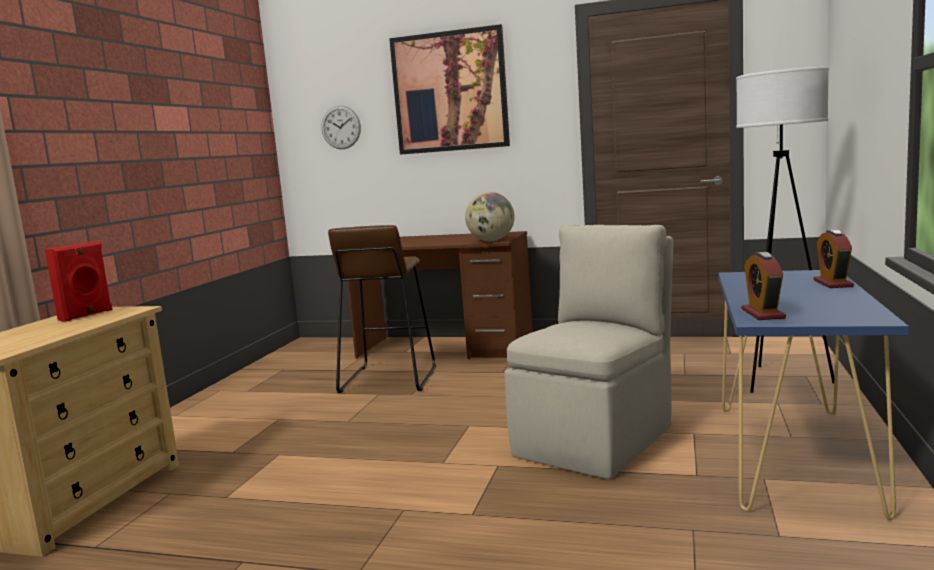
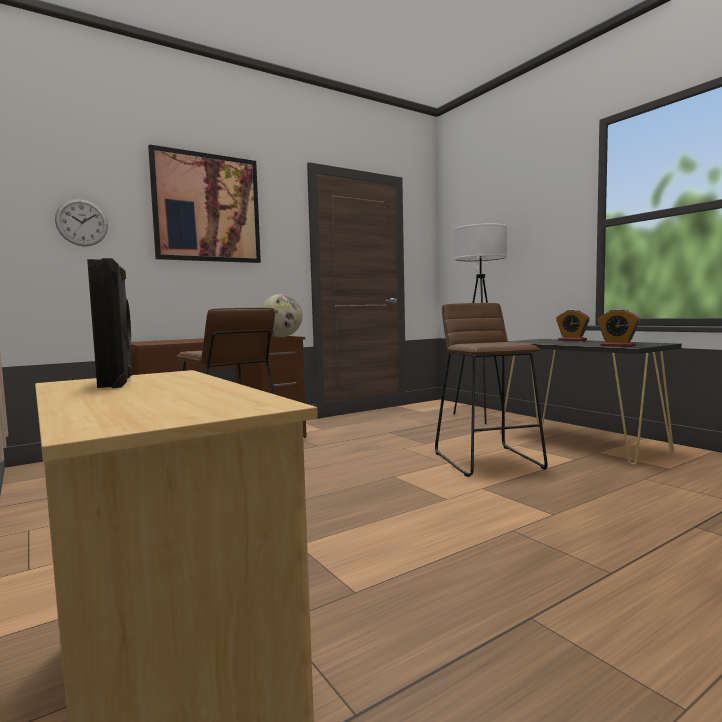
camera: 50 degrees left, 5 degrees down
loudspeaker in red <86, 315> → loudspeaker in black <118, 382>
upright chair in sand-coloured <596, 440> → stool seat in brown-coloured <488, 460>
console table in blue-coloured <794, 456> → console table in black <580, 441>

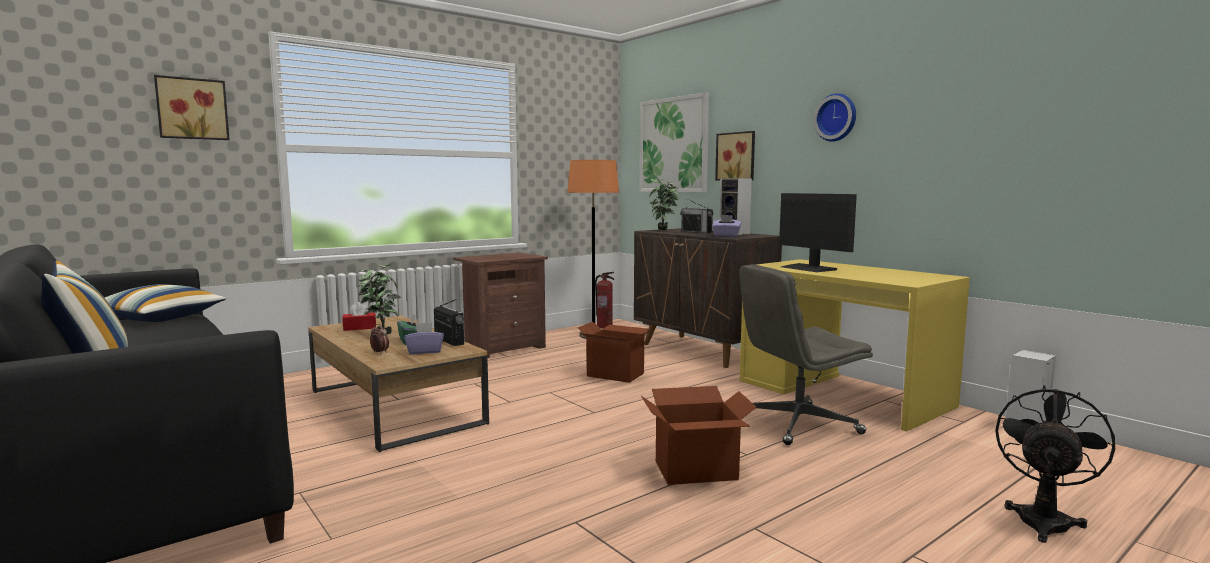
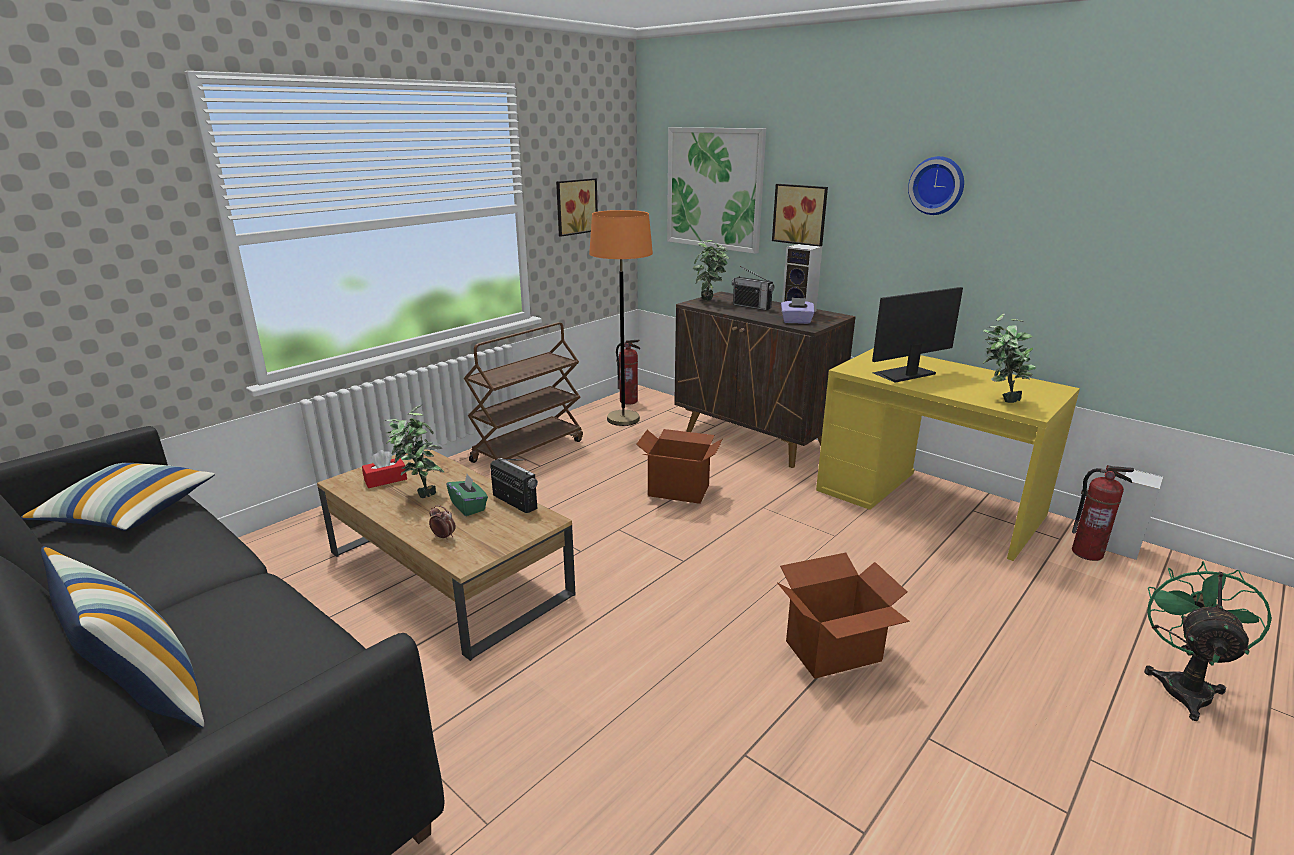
camera: 10 degrees left, 15 degrees up
picture <192, 109> → picture <575, 206>, moved
tissue box in purple <424, 351> → -
nightstand in brown-coloured <503, 348> → wheeled cart in brown-coloured <528, 450>
desk chair in grey <797, 424> → -
computer screen <809, 268> → computer screen <904, 374>, 105 degrees clockwise
fan in black <1044, 519> → fan in green-coloured <1184, 685>
- → potted plant <999, 399>
- → fire-fighting cylinder <1087, 553>

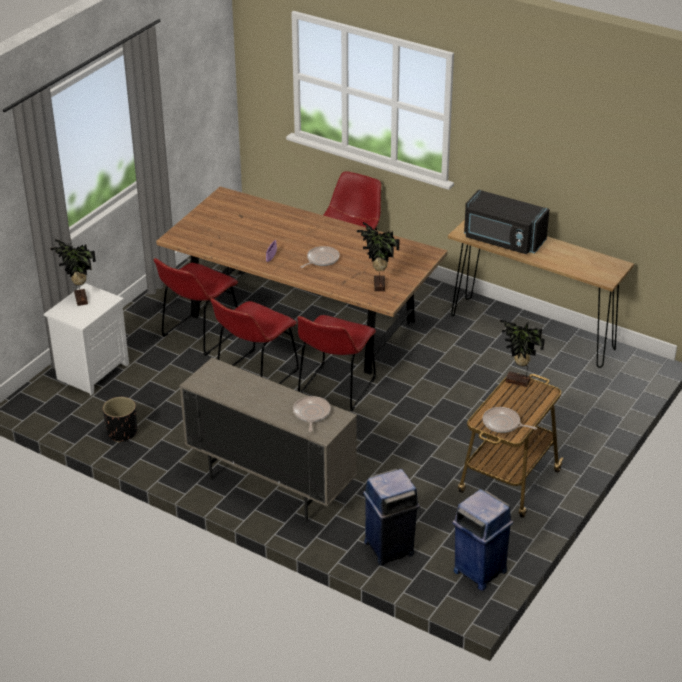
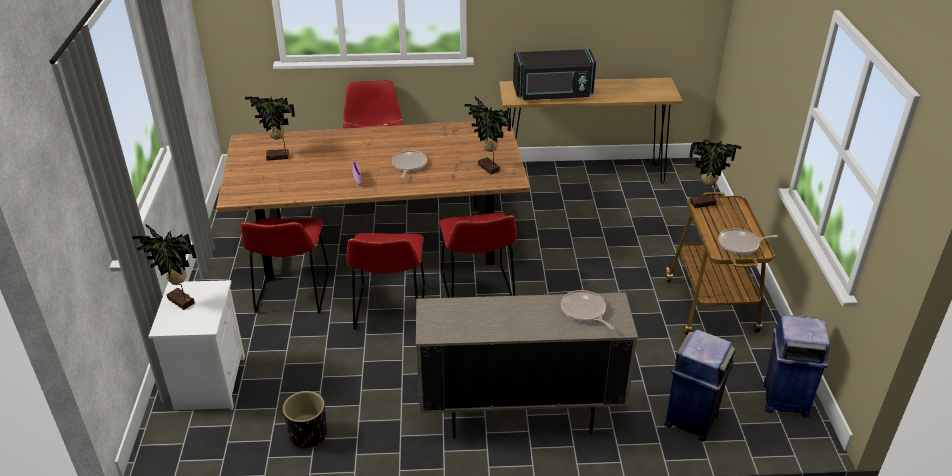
camera: 35 degrees left, 0 degrees up
- → potted plant <278, 158>

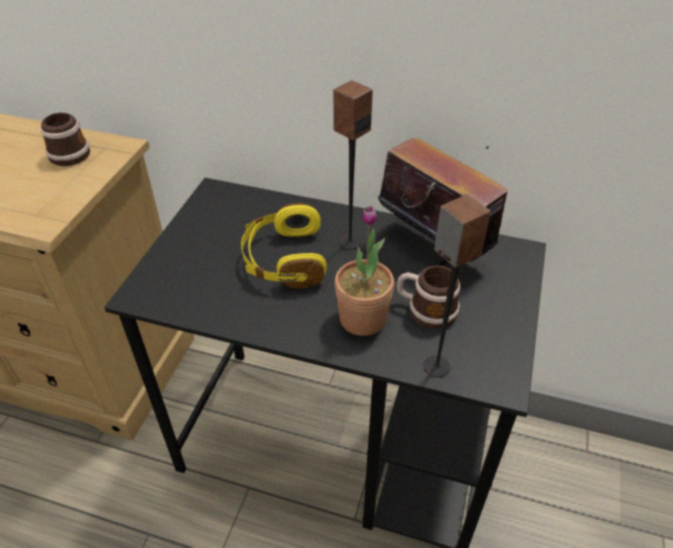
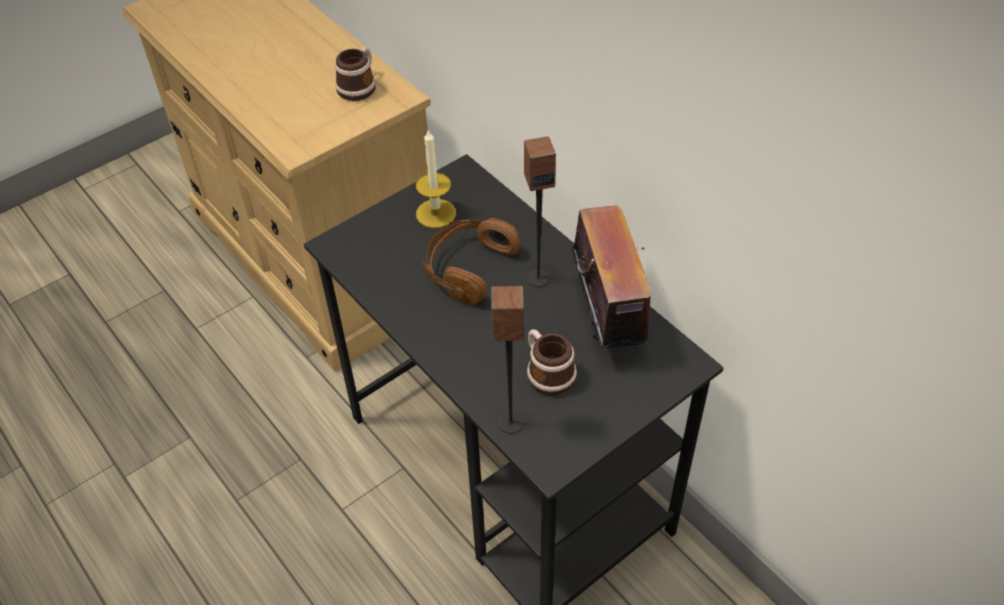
camera: 35 degrees right, 5 degrees up
headphones in yellowish <283, 260> → headphones in brown-coloured <468, 268>
potted plant <362, 319> → -
- → wax candle <436, 213>

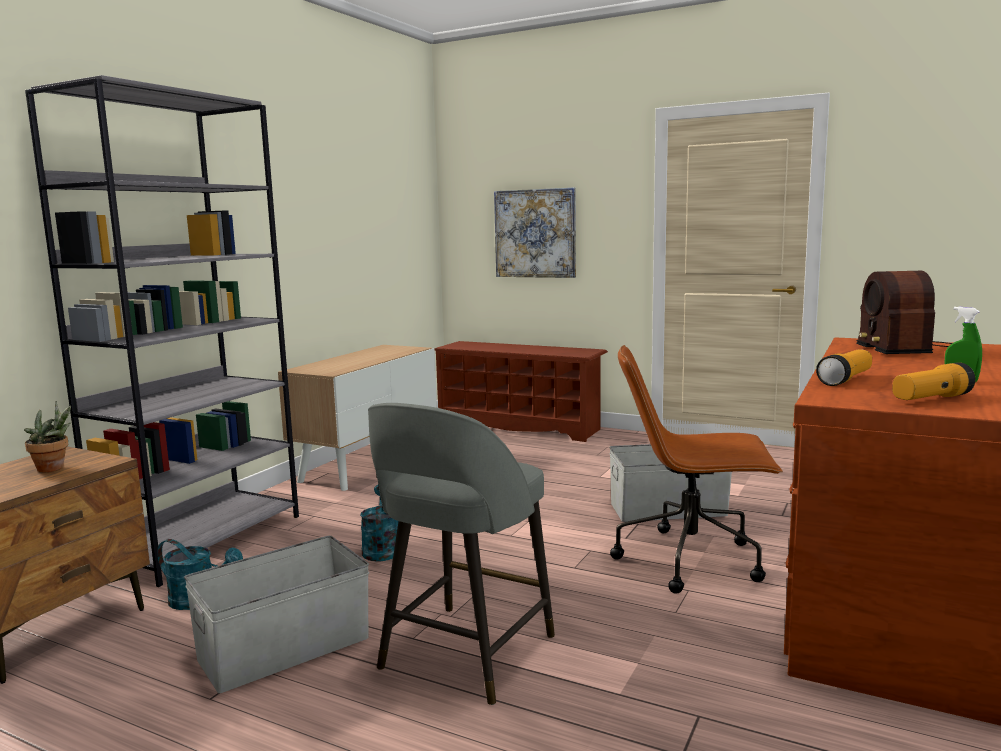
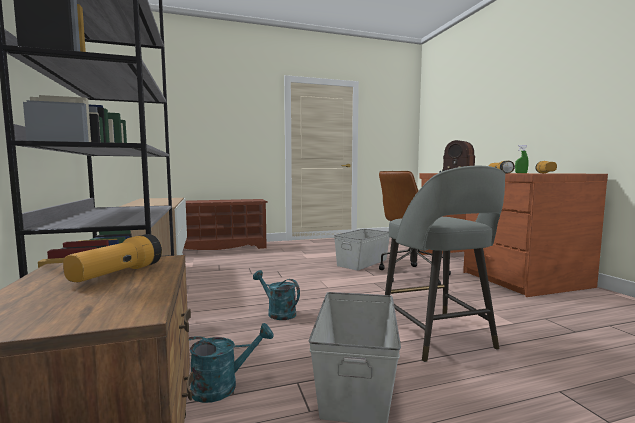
camera: 45 degrees left, 5 degrees down
potted plant <54, 468> → torch <117, 274>
picture <535, 233> → -

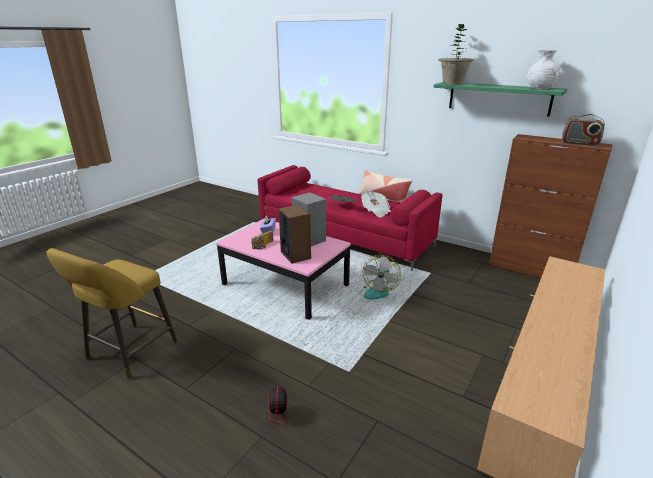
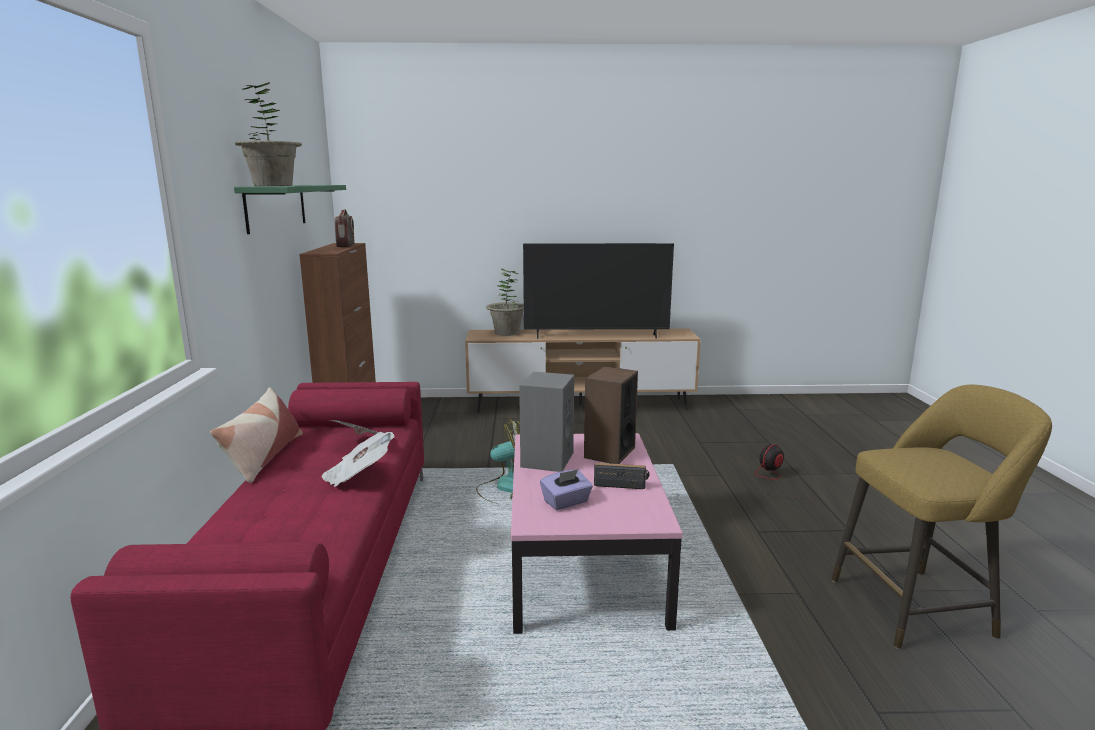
camera: 125 degrees left, 10 degrees down
decorative vase in whitish <539, 88> → -
- → potted plant <507, 333>
- → television <596, 336>

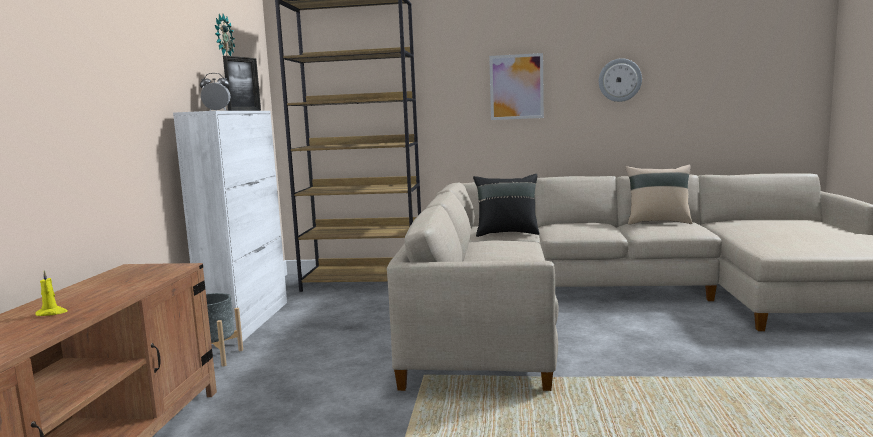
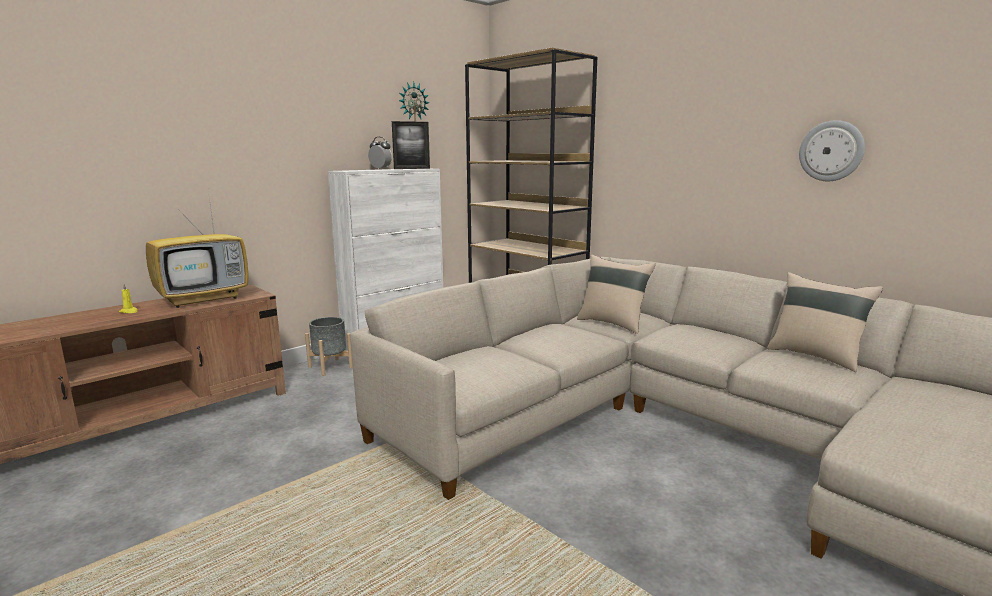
camera: 40 degrees right, 5 degrees up
cushion in black <507, 233> → cushion in sand-coloured <613, 323>
picture <516, 87> → -
- → television <205, 299>

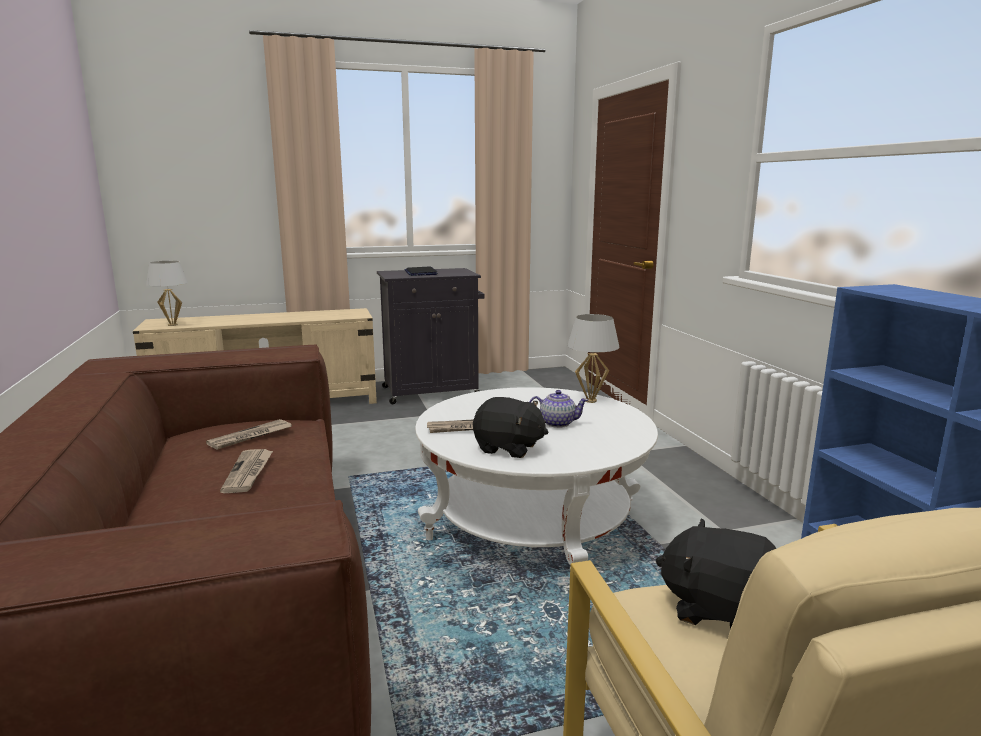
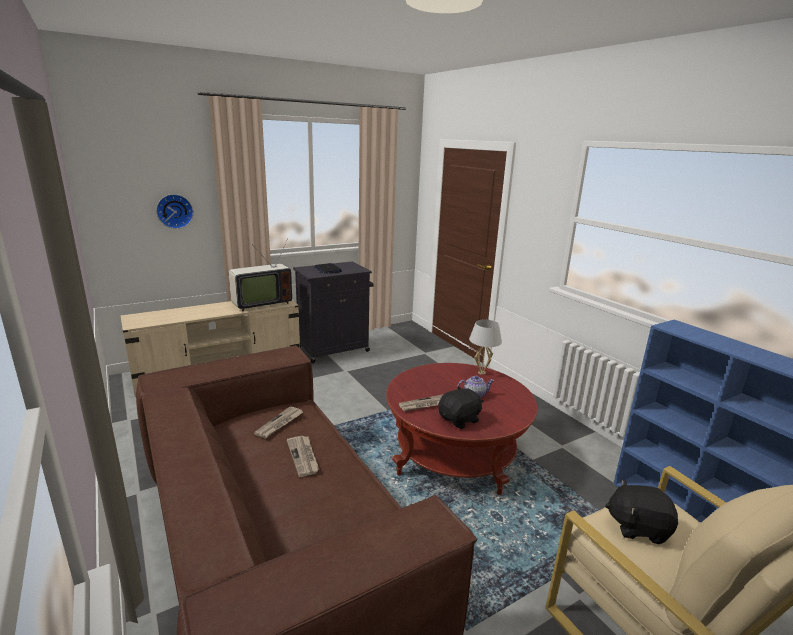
camera: 15 degrees left, 5 degrees up
table lamp in whitish <172, 325> → -
low table in whitish <532, 523> → low table in red <455, 454>
plush toy in black <508, 448> → plush toy in black <459, 420>, 45 degrees counterclockwise
- → clock on the wall <174, 211>
- → television <260, 303>

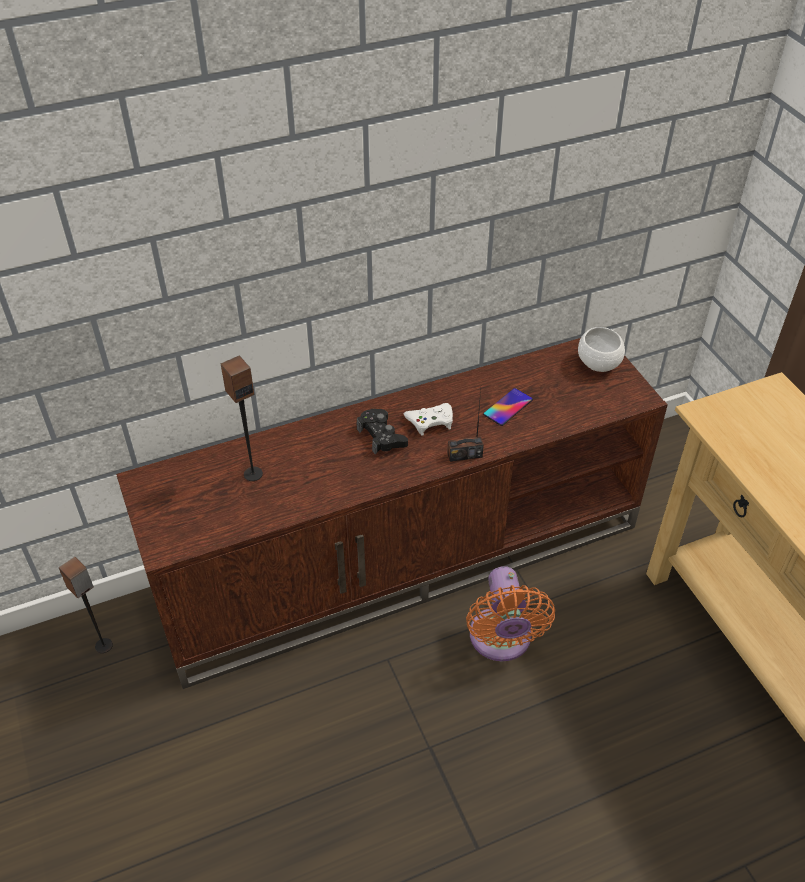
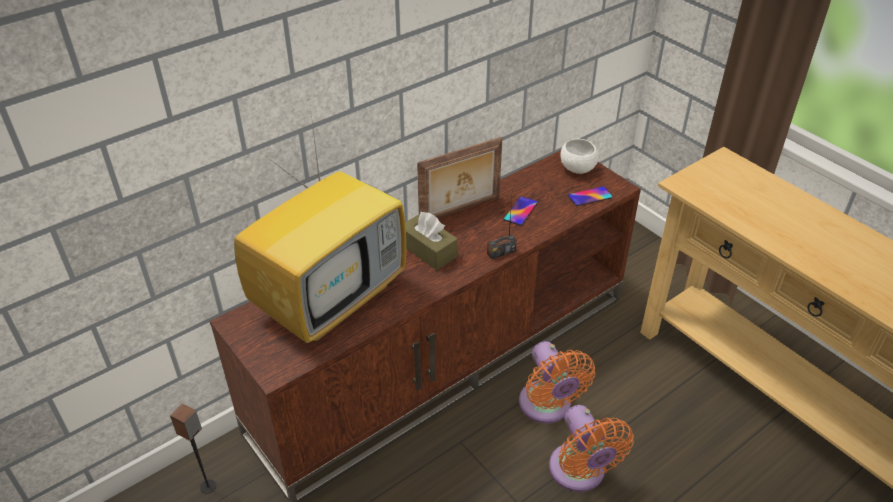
camera: 15 degrees left, 5 degrees down
loudspeaker <253, 473> → television <331, 298>
gamepad in black <381, 436> → tissue box in brown-coloured <428, 250>
gamepad in whitish <430, 421> → -
- → standing frame <460, 211>
- → fan in orange <579, 473>
- → telephone <590, 196>

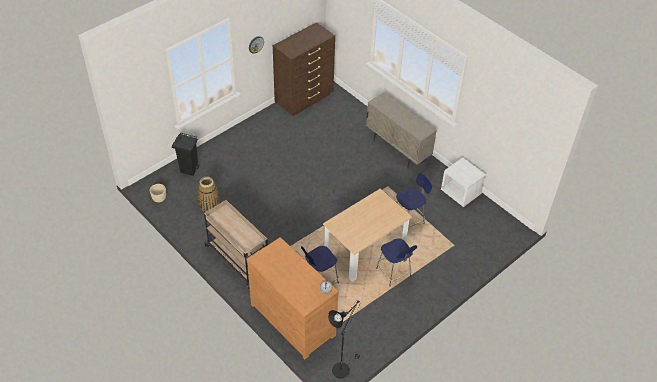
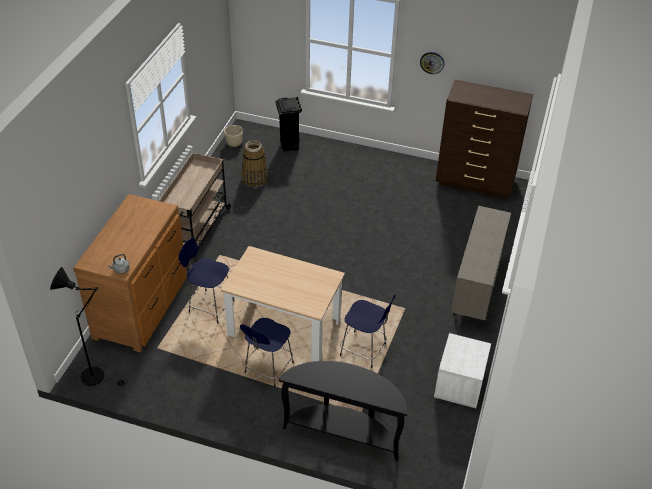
camera: 60 degrees right, 5 degrees down
- → console table in black <344, 431>

